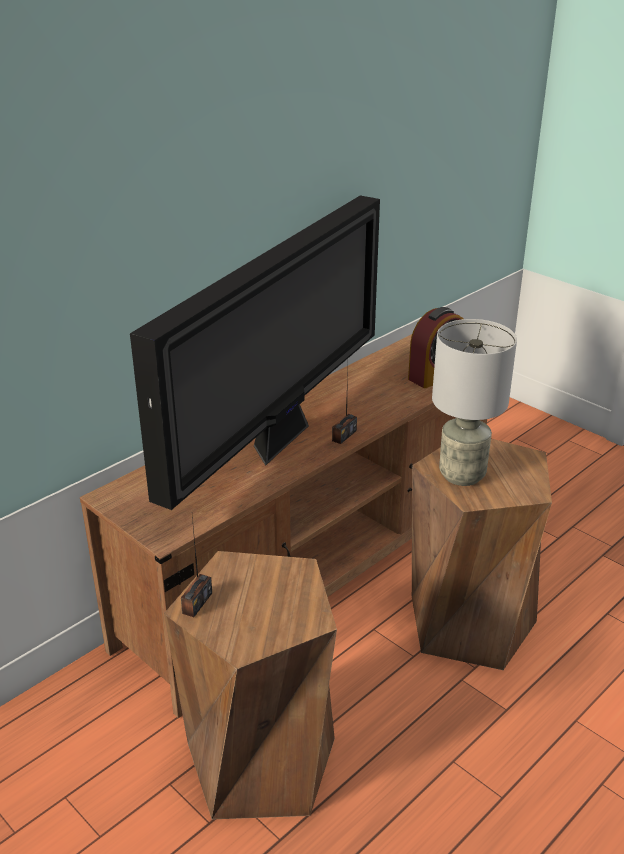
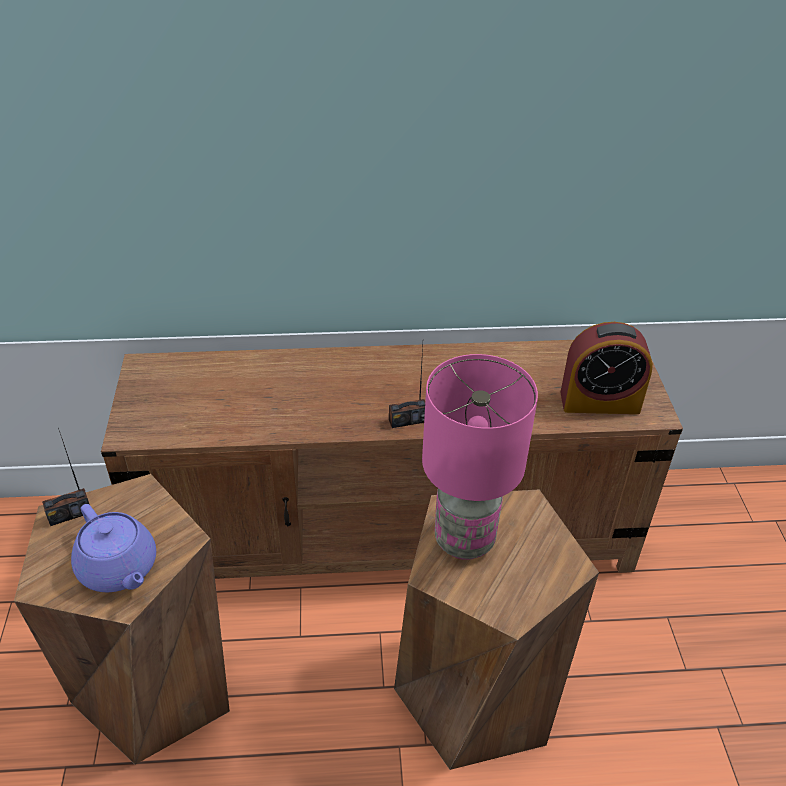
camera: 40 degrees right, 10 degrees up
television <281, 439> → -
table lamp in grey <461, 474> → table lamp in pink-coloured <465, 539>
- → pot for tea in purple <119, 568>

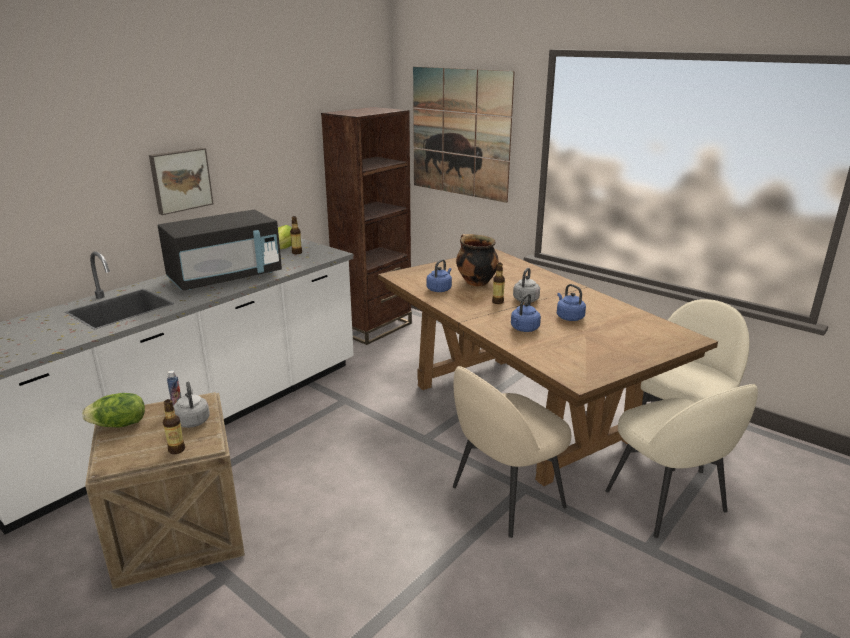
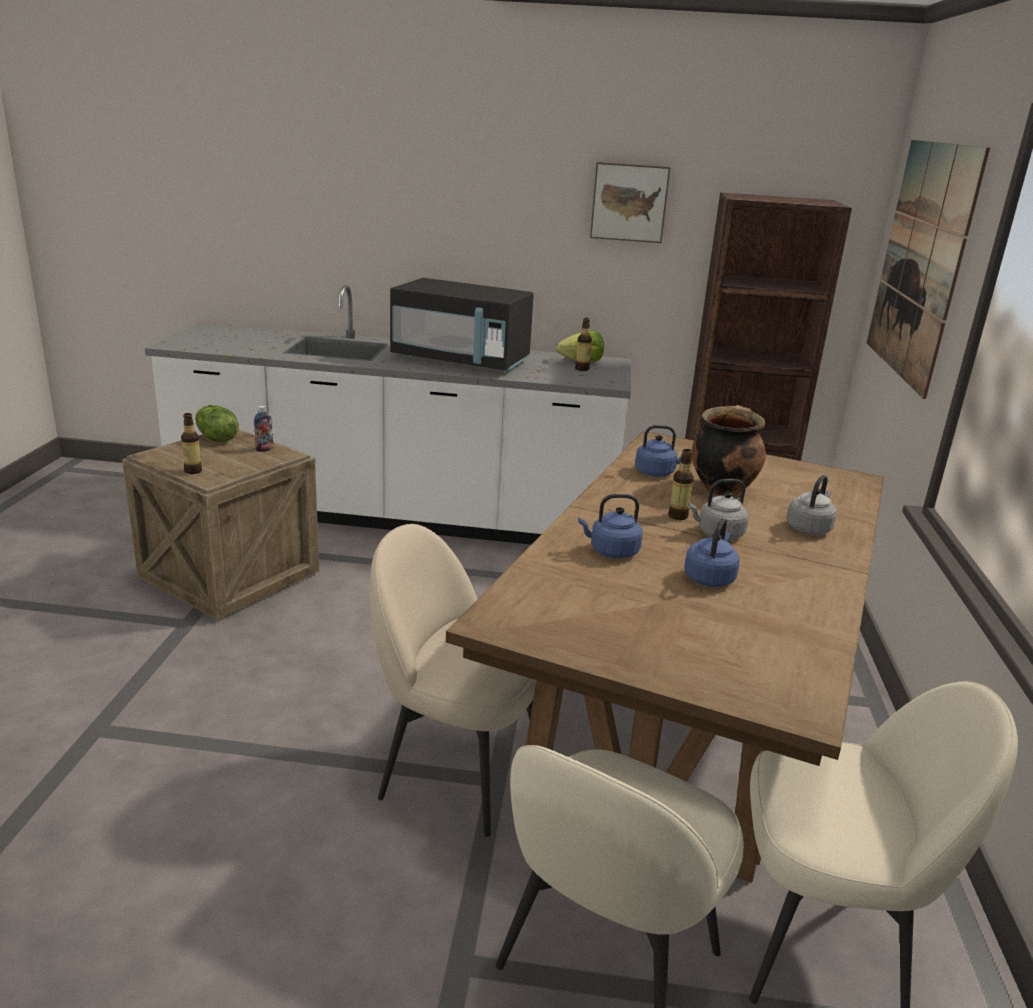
camera: 55 degrees right, 0 degrees up
picture <180, 180> → picture <629, 202>, moved
tea kettle in grey <192, 420> → tea kettle in grey <809, 528>, moved

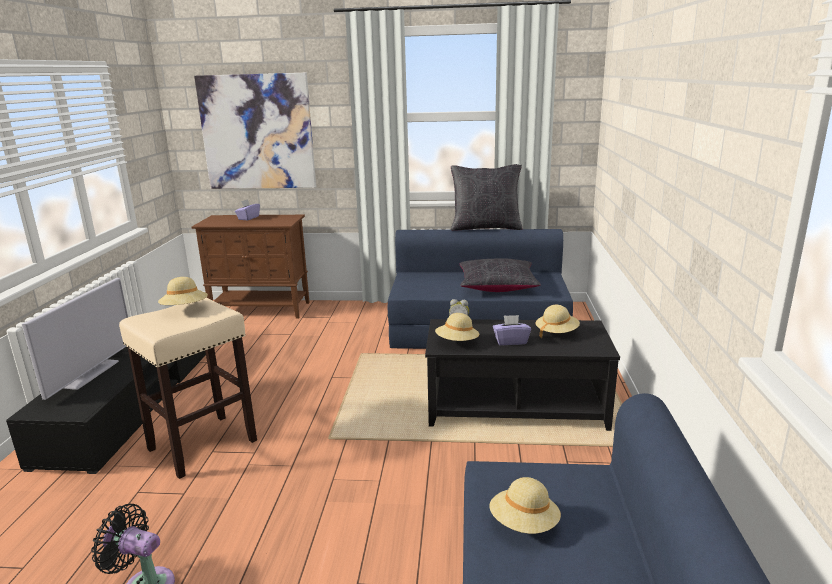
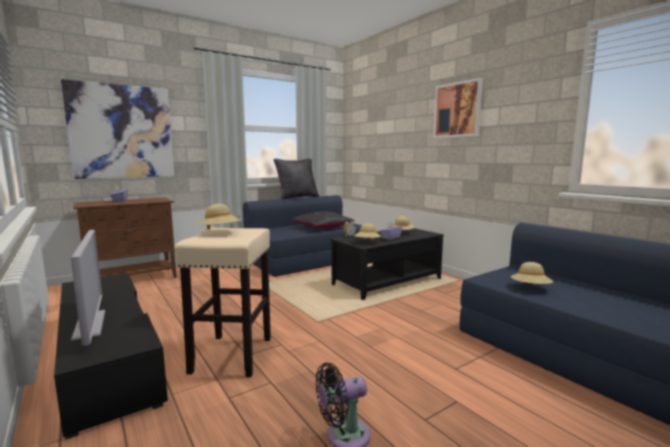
camera: 40 degrees left, 10 degrees down
- → picture <457, 110>

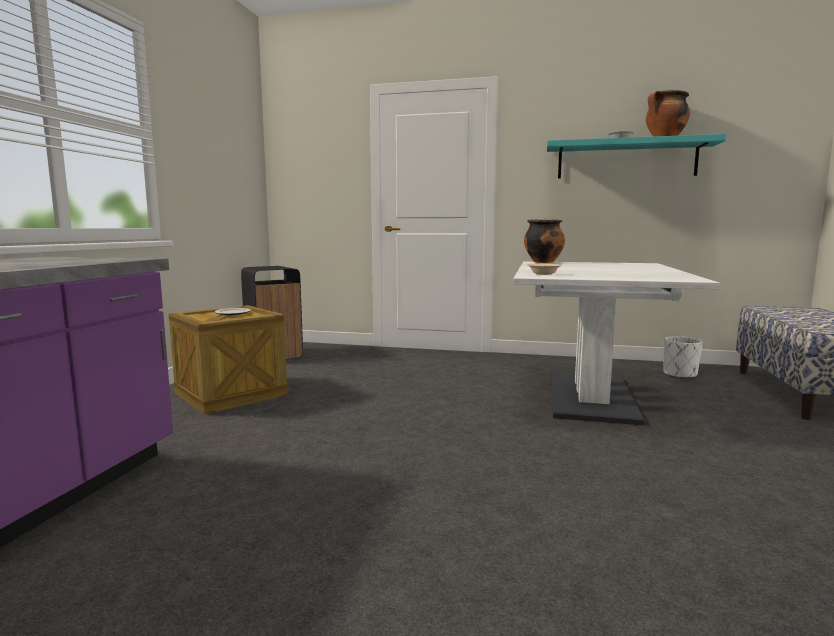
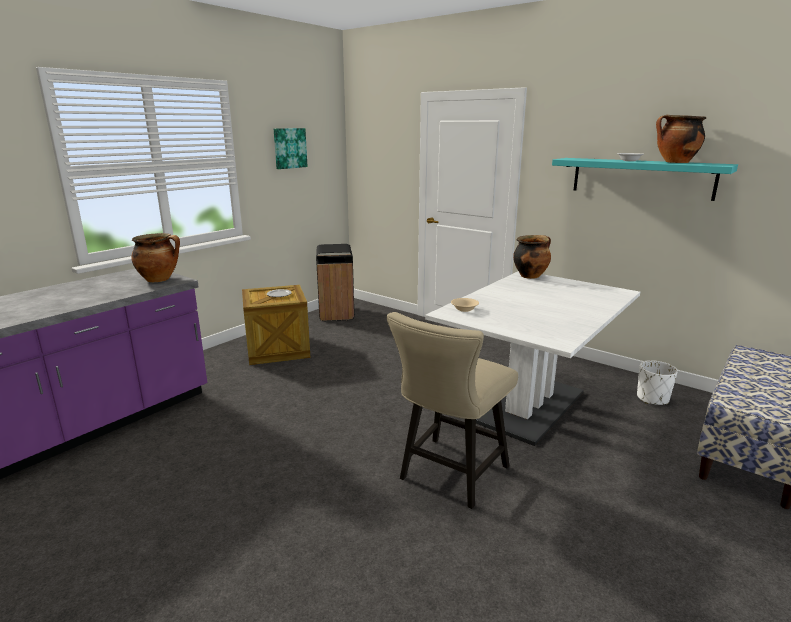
camera: 25 degrees right, 10 degrees up
- → cooking pot <160, 279>
- → picture <289, 148>
- → upright chair in sand-coloured <449, 476>

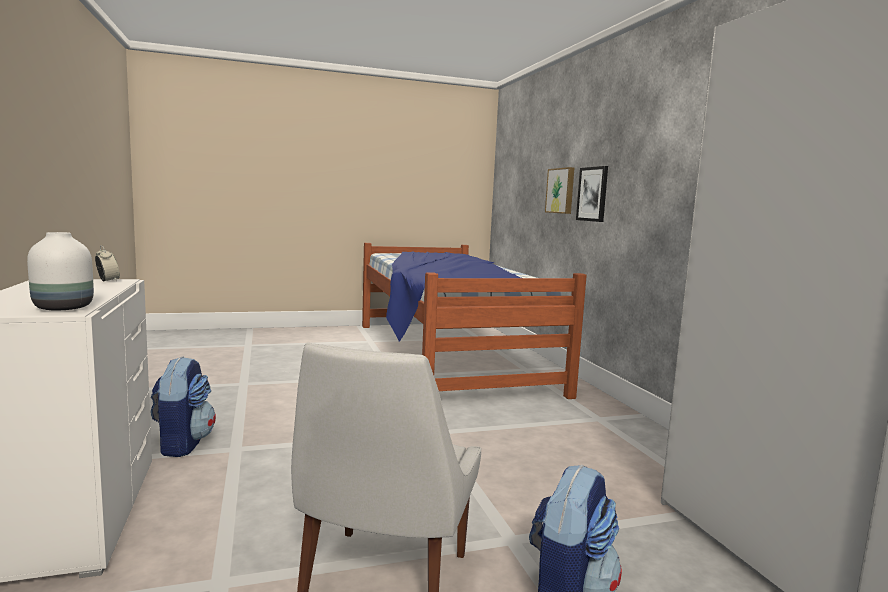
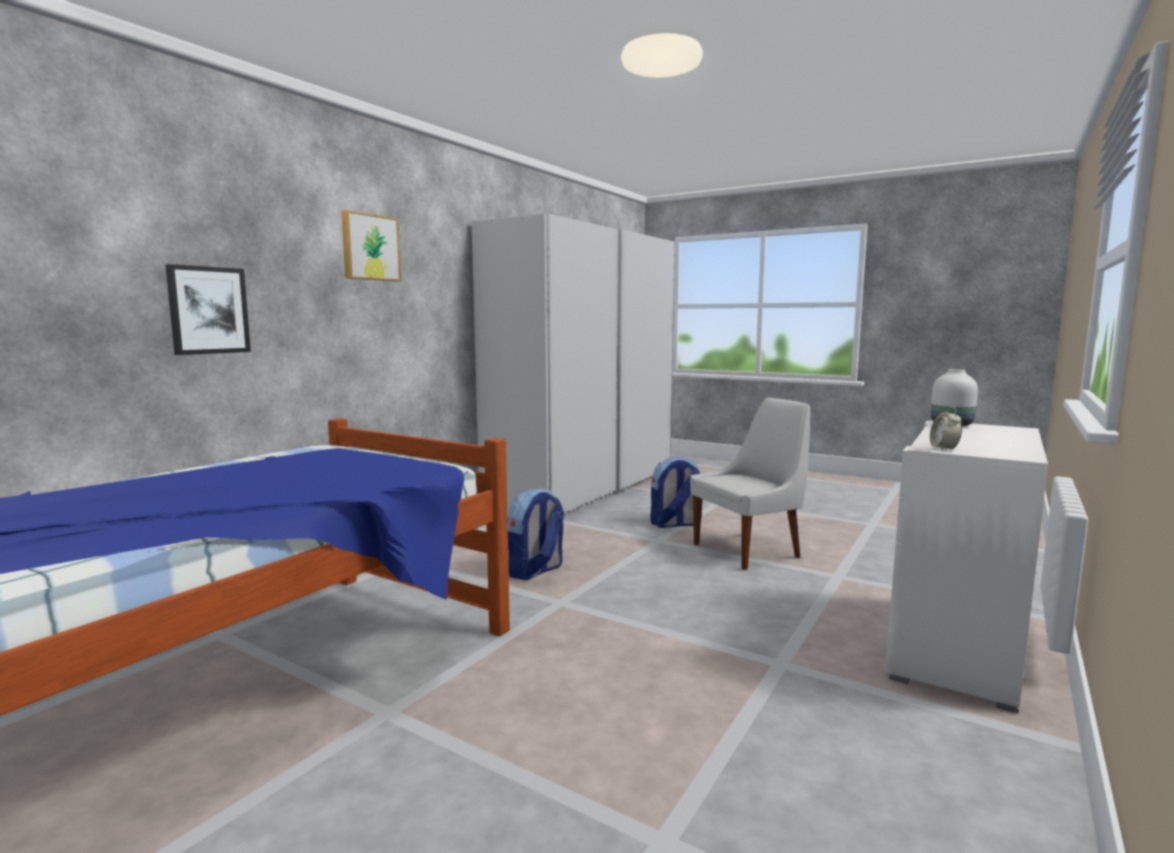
camera: 130 degrees left, 0 degrees up
rucksack <182, 444> → rucksack <535, 571>, moved
picture <561, 190> → picture <370, 247>, moved

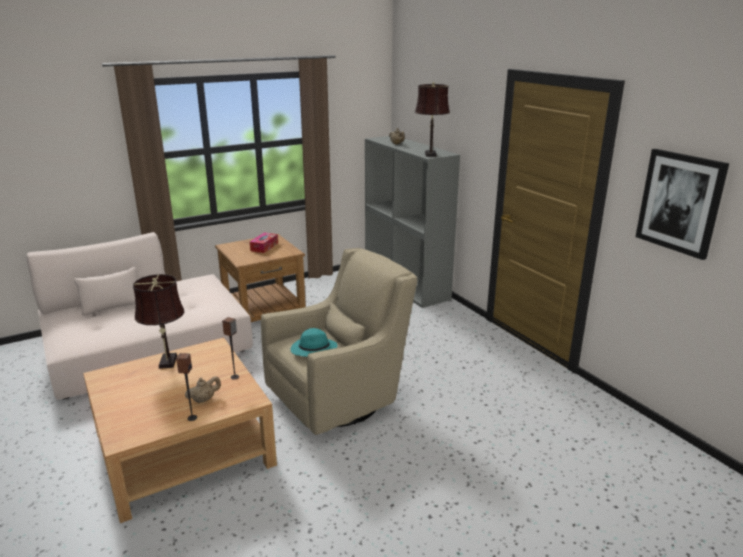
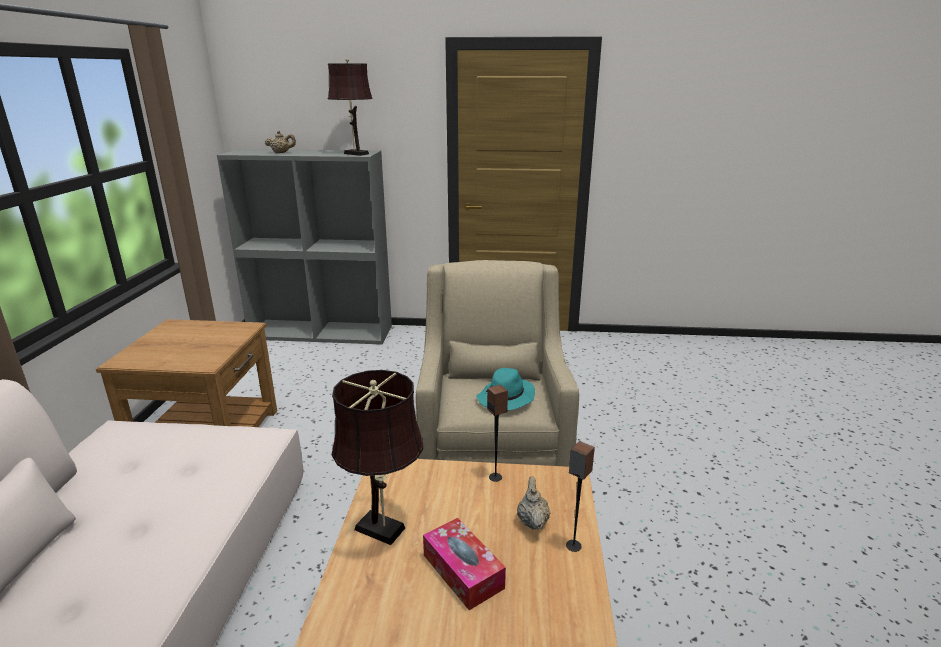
camera: 55 degrees left, 0 degrees up
tissue box <264, 247> → tissue box <463, 571>, moved
picture <680, 202> → -

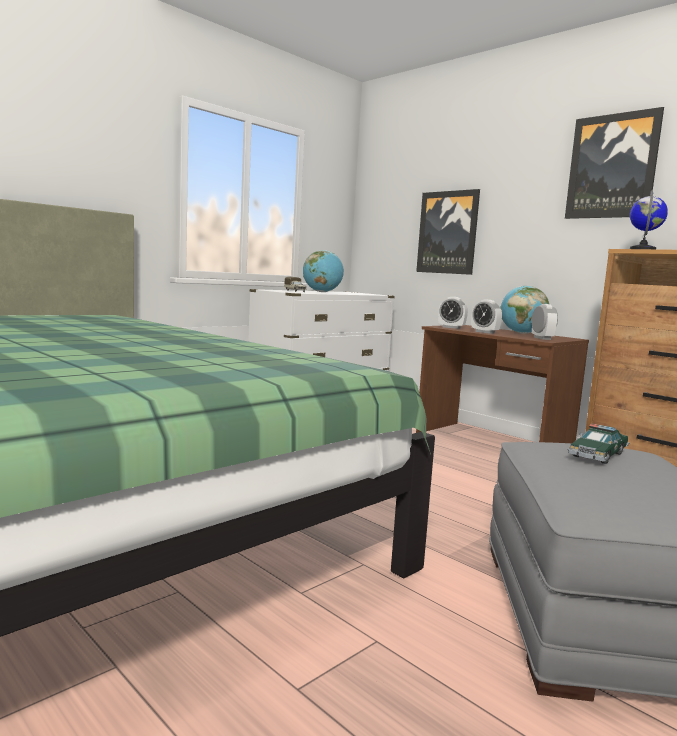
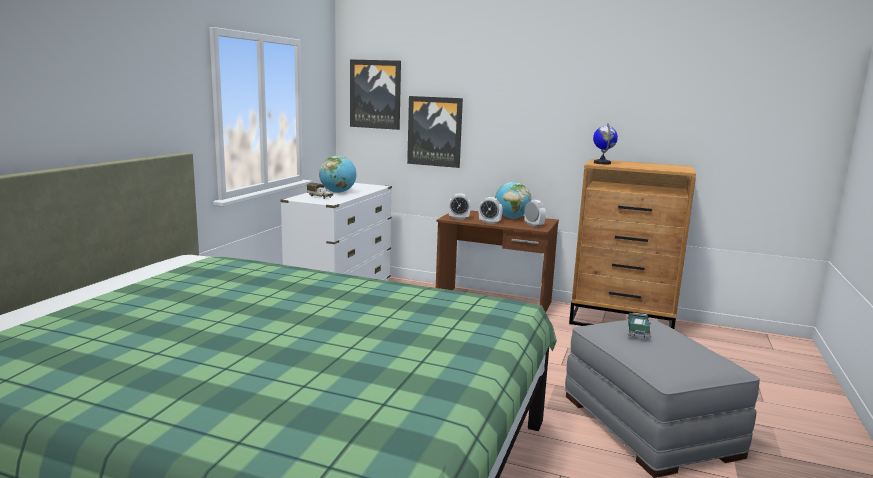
camera: 25 degrees left, 5 degrees up
picture <612, 166> → picture <375, 94>, moved

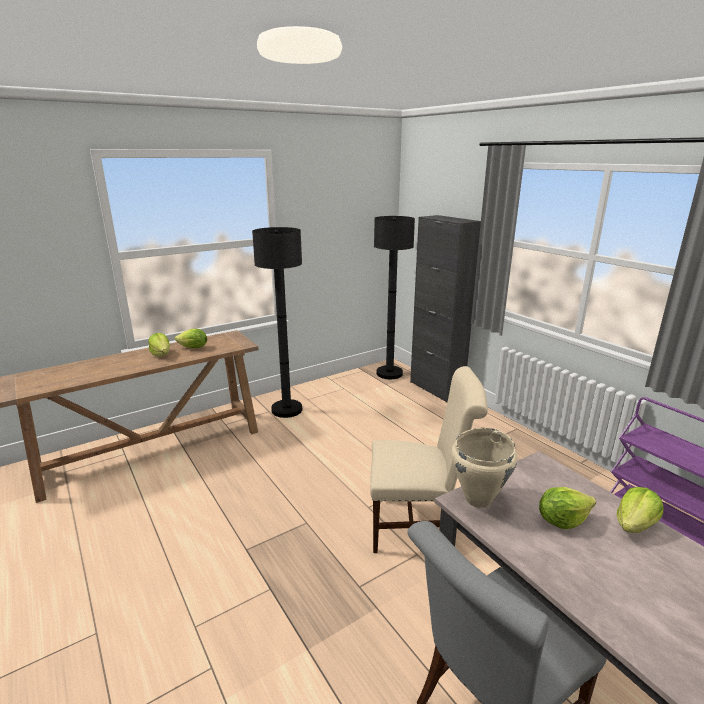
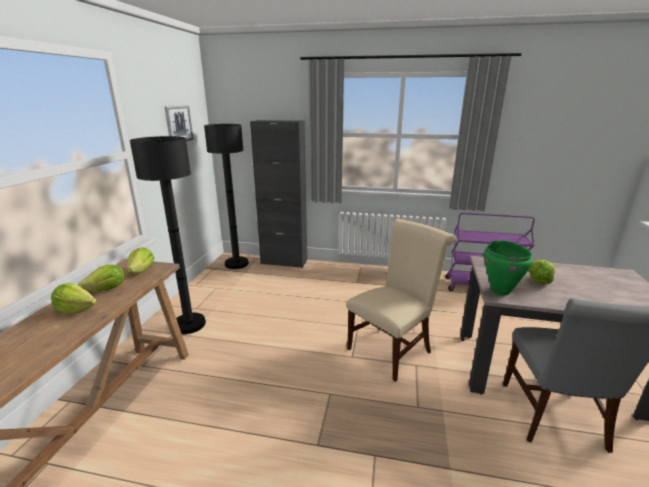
camera: 45 degrees left, 0 degrees up
cooking pot in sand-coloured <478, 500> → cooking pot in green-coloured <500, 291>
head of lettuce <635, 525> → head of lettuce <142, 271>, moved
- → picture <178, 124>

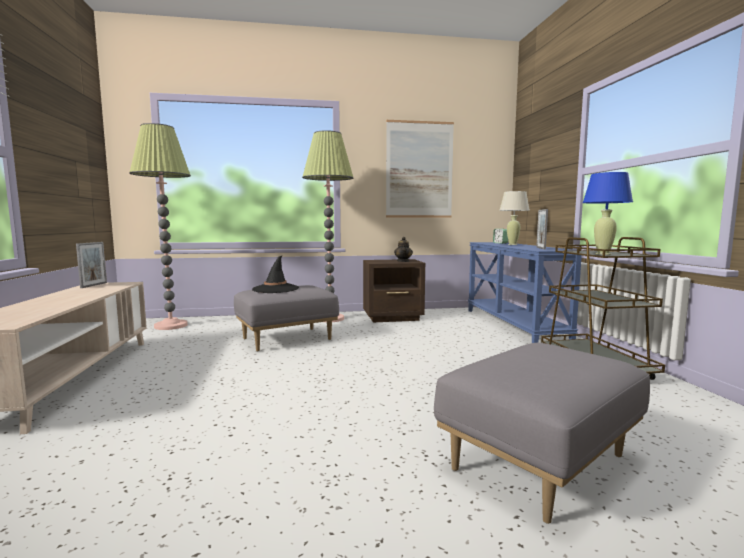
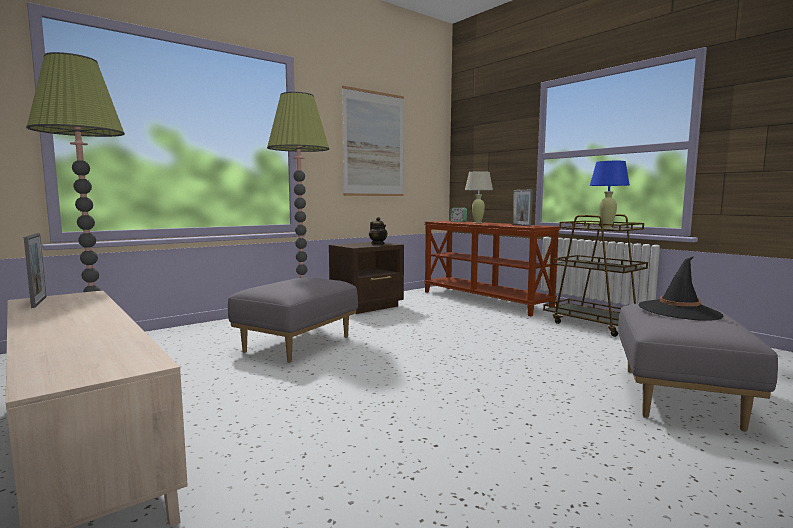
camera: 30 degrees left, 0 degrees up
hat in black <275, 289> → hat in black <679, 311>, moved
console table in blue-coloured <514, 325> → console table in brown-coloured <485, 300>

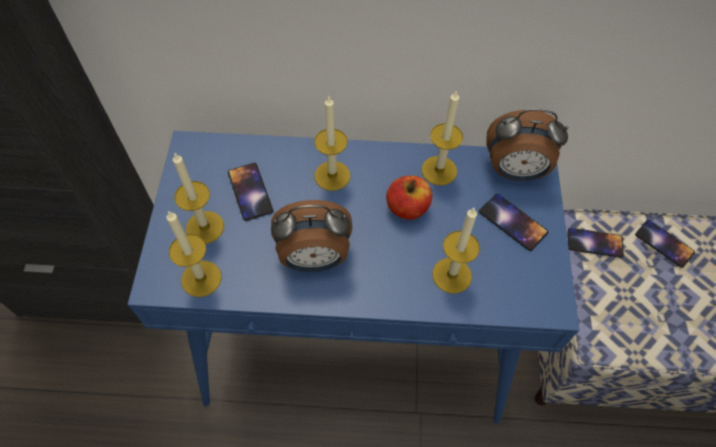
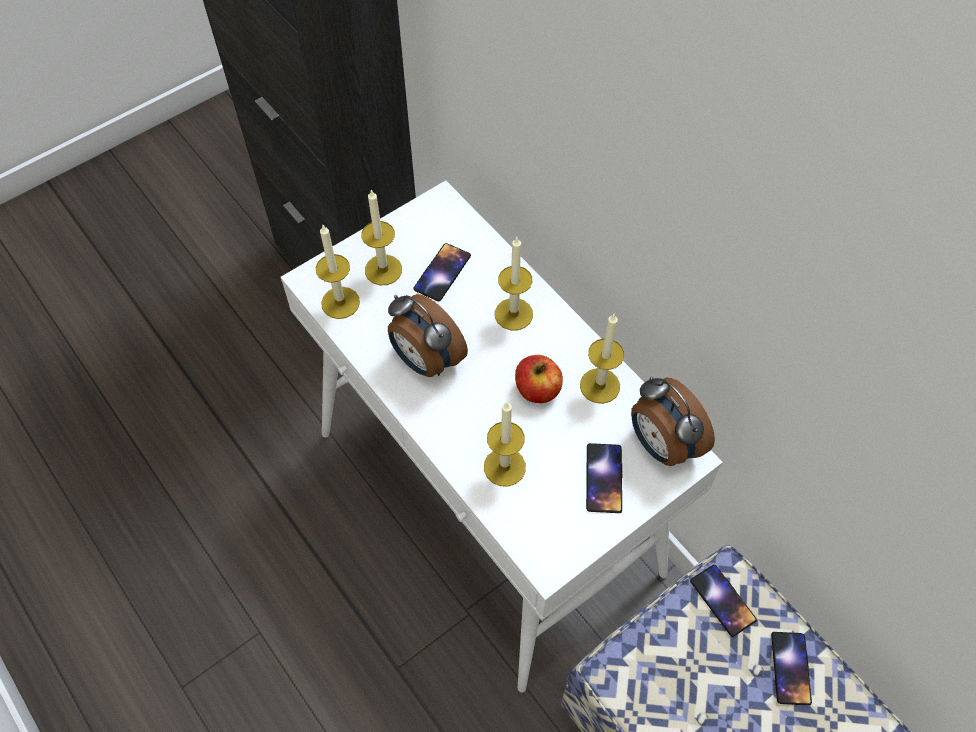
camera: 50 degrees right, 0 degrees up
console table in blue-coloured <357, 337> → console table in whitish <490, 503>

